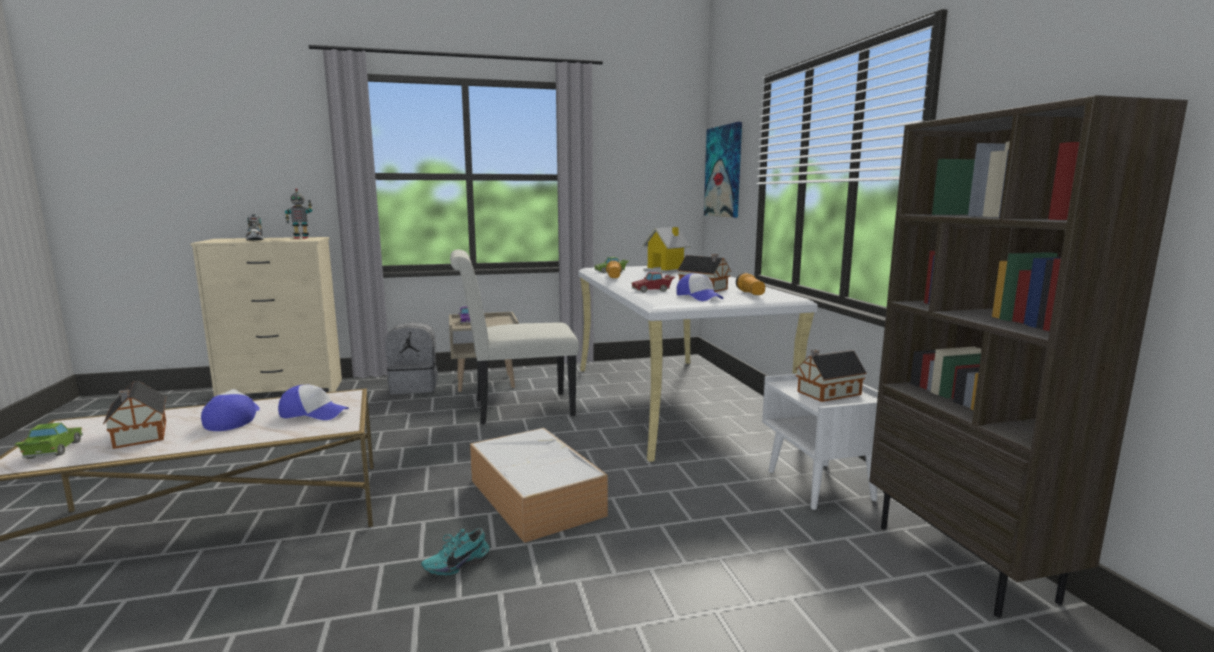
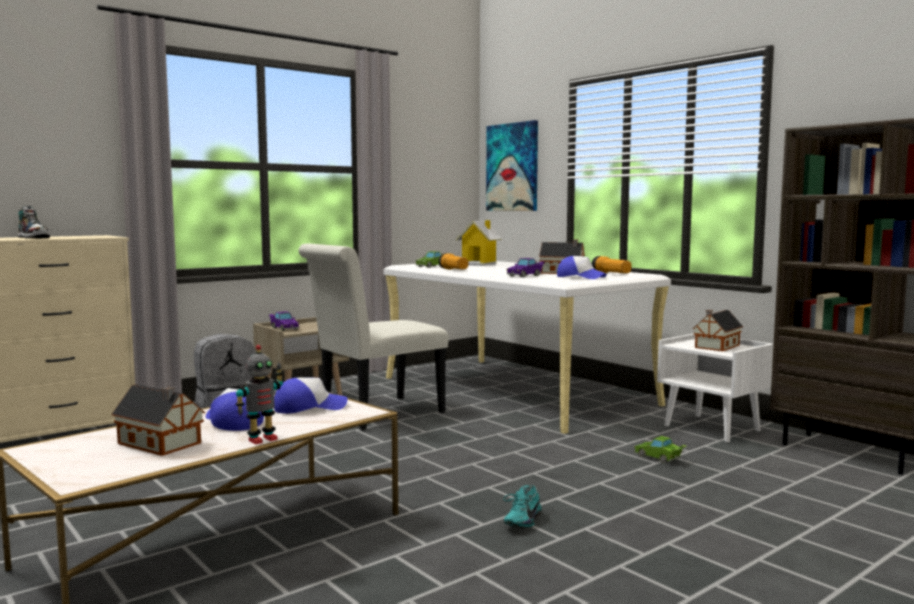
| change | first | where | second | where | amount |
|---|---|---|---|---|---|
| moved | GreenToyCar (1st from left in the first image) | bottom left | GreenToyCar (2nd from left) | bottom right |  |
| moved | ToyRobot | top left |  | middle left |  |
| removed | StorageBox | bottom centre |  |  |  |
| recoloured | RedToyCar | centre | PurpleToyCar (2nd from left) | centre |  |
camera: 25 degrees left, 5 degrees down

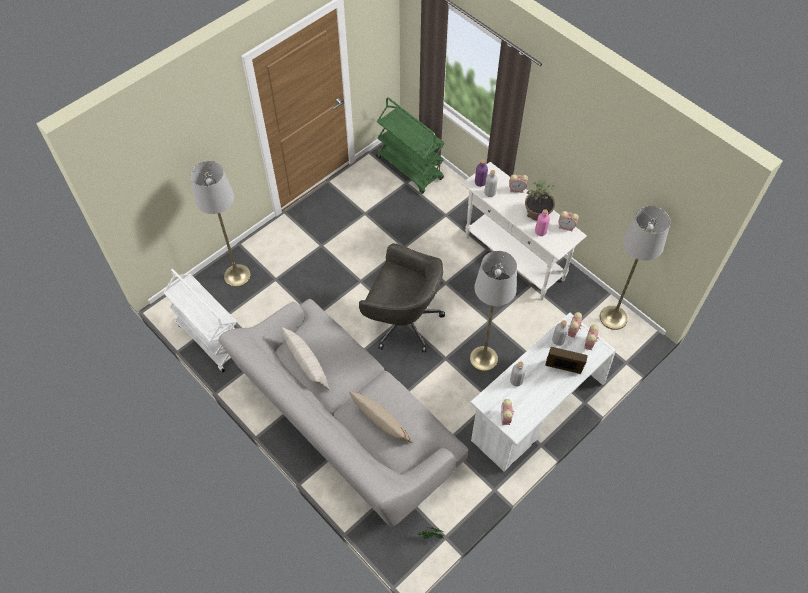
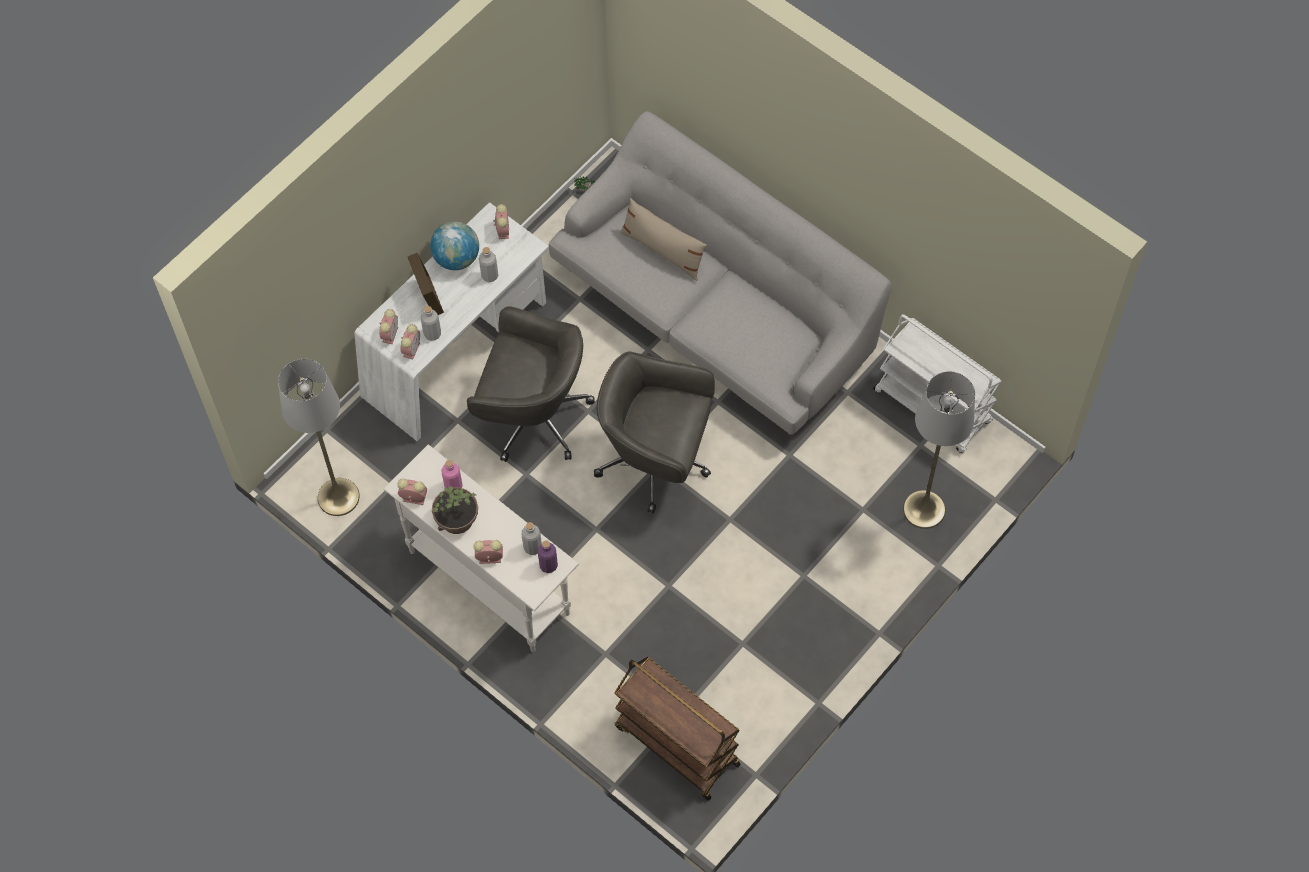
| change | first | where | second | where | amount |
|---|---|---|---|---|---|
| removed | BeigePillow (1st from left) | centre |  |  |  |
| recoloured | GreenCart | top centre | BrownCart | bottom centre |  |
| replaced | GreyFloorLamp (2nd from left) | centre | GreyOfficeChair (1st from left) | centre |  |
| turned | PictureFrame | middle right |  | top left | 120 degrees counterclockwise |
| added |  |  | Globe | top centre |  |
camera: 175 degrees right, 5 degrees up

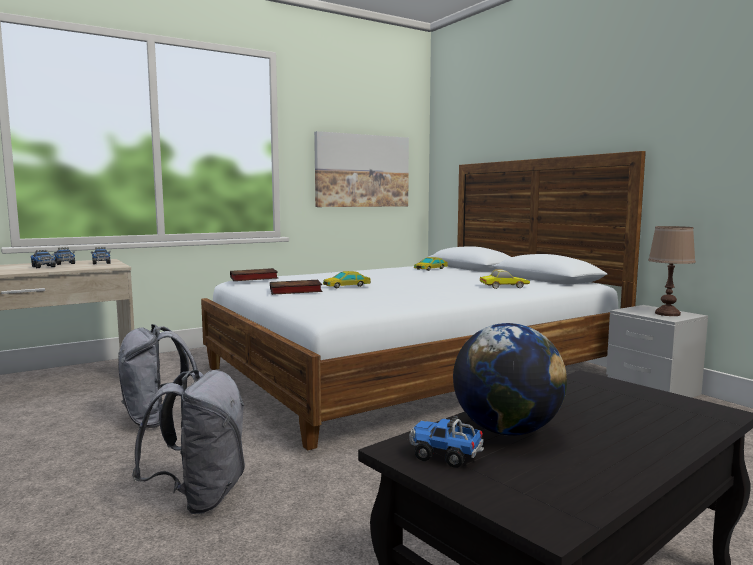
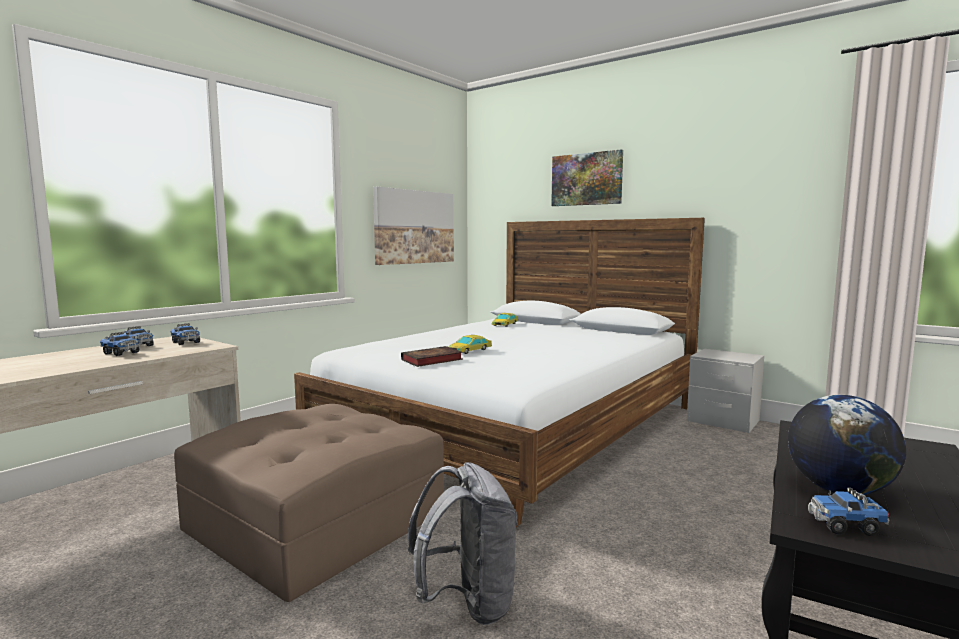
| change | first | where | second | where | amount |
|---|---|---|---|---|---|
| replaced | GreyBackpack (1st from left) | middle left | BrownOttoman | bottom left |  |
| removed | Book (1st from left) | centre |  |  |  |
| removed | ToyCar (3rd from left) | middle right |  |  |  |
| removed | BrownTableLamp | middle right |  |  |  |
| added |  |  | Picture (2nd from left) | top centre |  |
camera: 20 degrees left, 0 degrees up

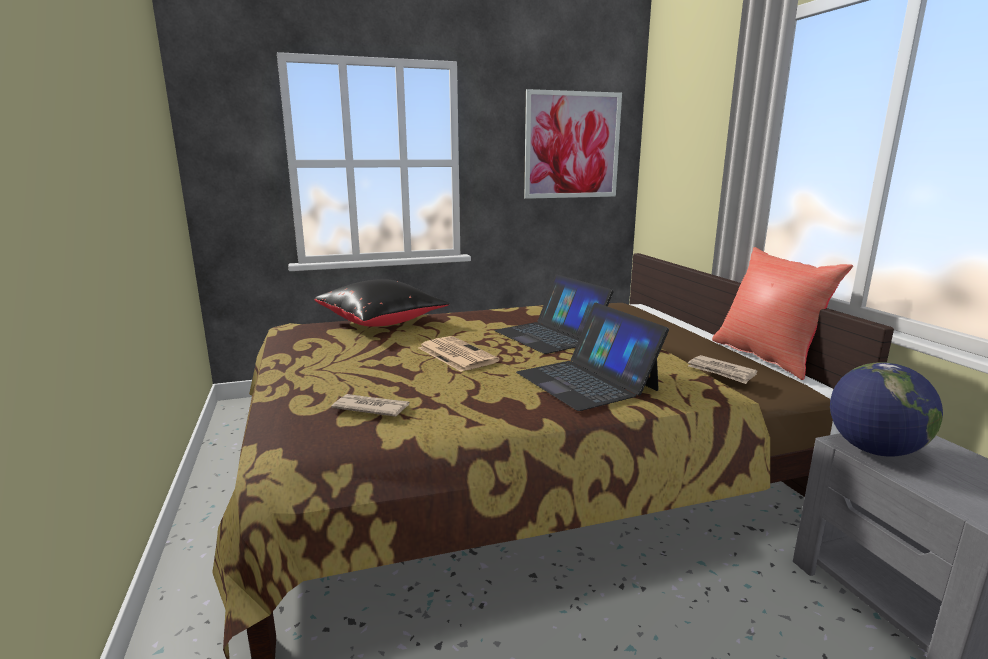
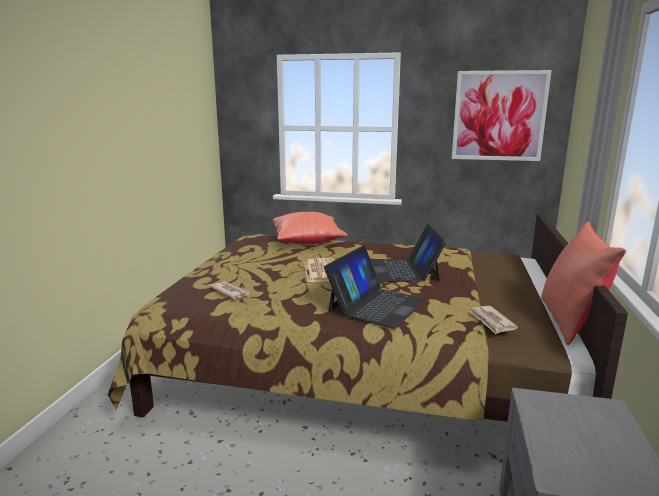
| change | first | where | second | where | amount |
|---|---|---|---|---|---|
| recoloured | BlackPillow | centre | RedPillow (1st from left) | centre |  |
| turned | Laptop (2nd from left in the first image) | centre | Laptop (1st from left) | centre | 150 degrees counterclockwise |
| removed | Globe | middle right |  |  |  |
camera: 30 degrees right, 0 degrees up

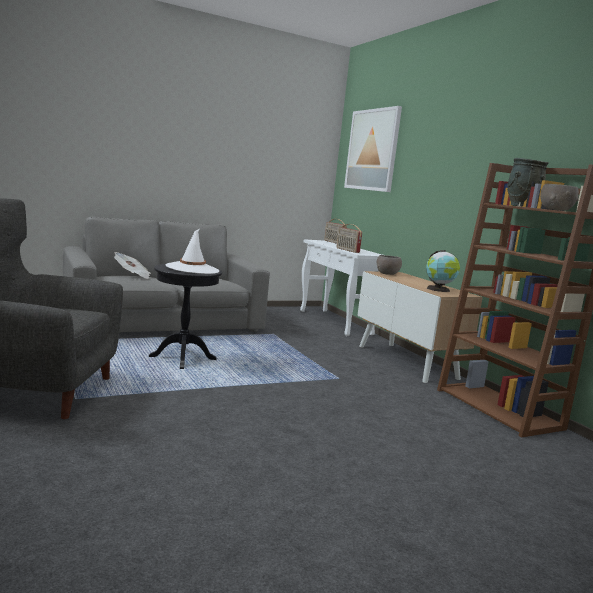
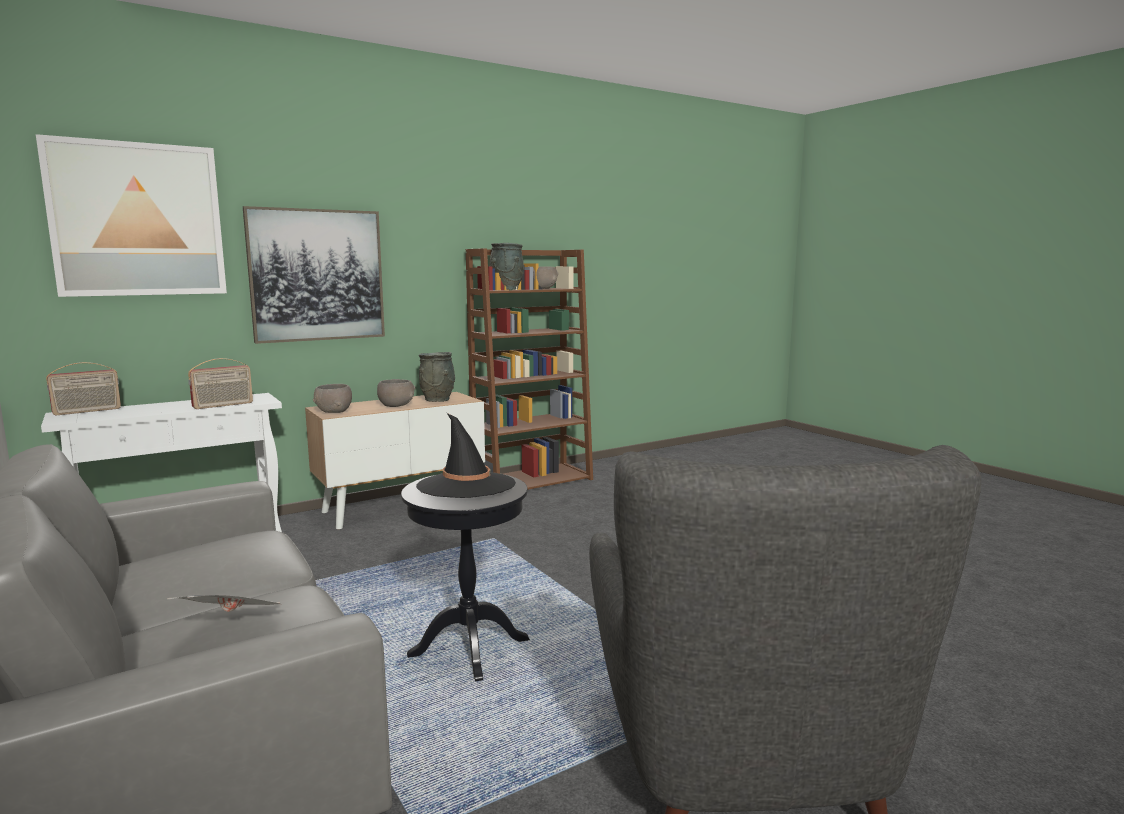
| change | first | where | second | where | amount |
|---|---|---|---|---|---|
| recoloured | WhiteHat | middle left | BlackHat | centre |  |
| replaced | Globe | middle right | GreyVase (1st from left) | centre |  |
| added |  |  | Picture (2nd from left) | middle left |  |
| added |  |  | GreyBowl (2nd from left) | centre |  |
camera: 95 degrees left, 0 degrees up

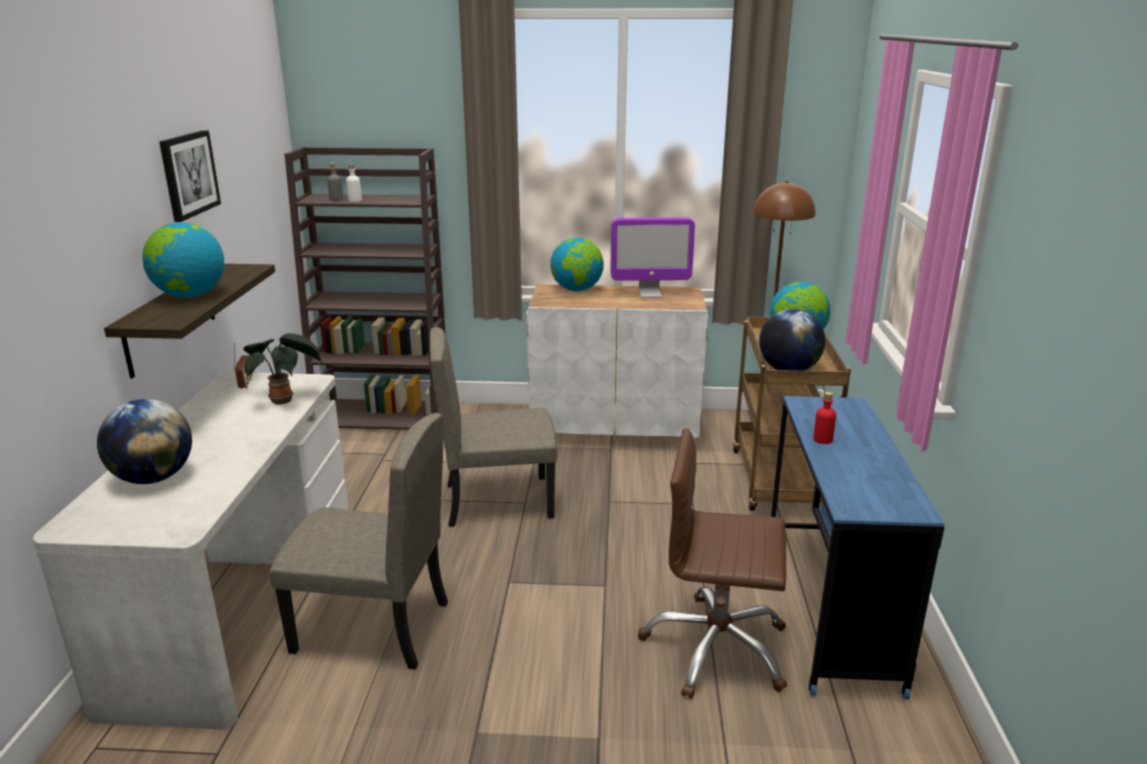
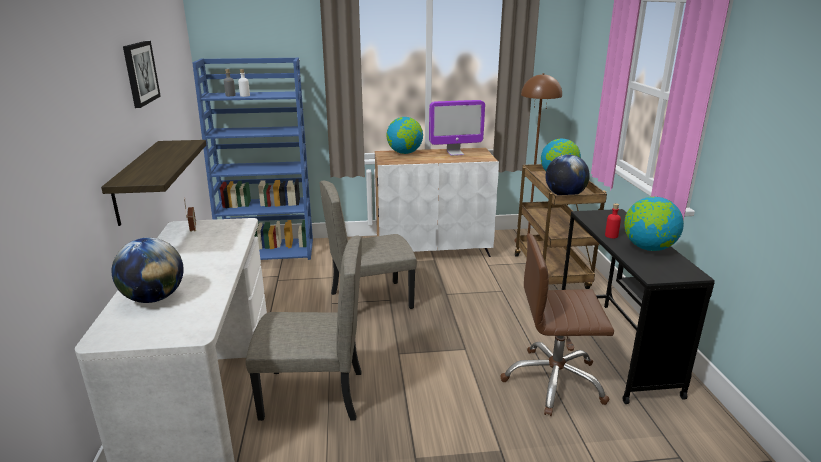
| change | first | where | second | where | amount |
|---|---|---|---|---|---|
| moved | Globe (2nd from left in the first image) | middle left | Globe (5th from left) | middle right |  |
| removed | PottedPlant | middle left |  |  |  |
| recoloured | BrownBookcase | middle left | BlueBookcase | middle left |  |
| recoloured | BlueDesk | bottom right | BlackDesk | middle right |  |
camera: 10 degrees left, 0 degrees up

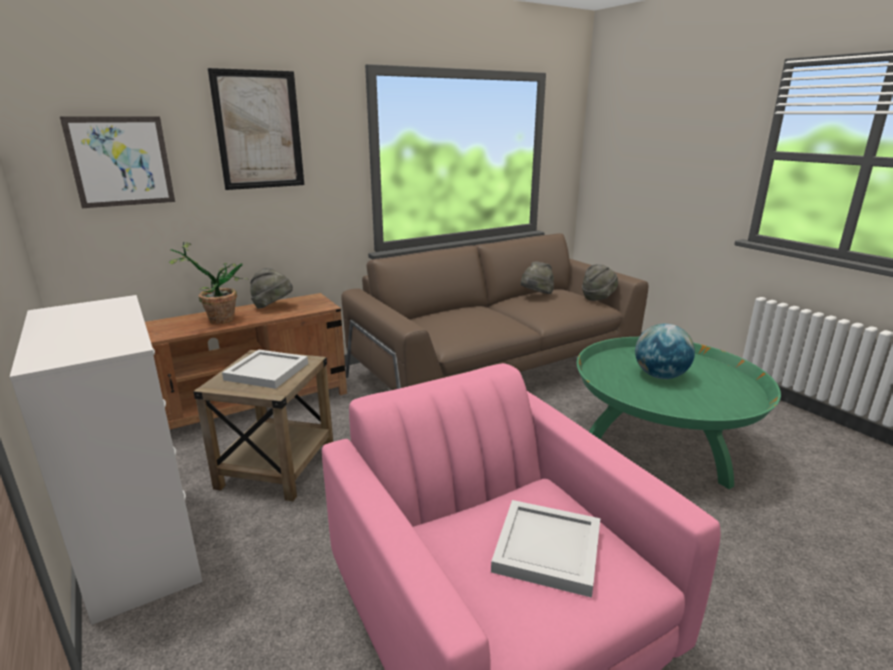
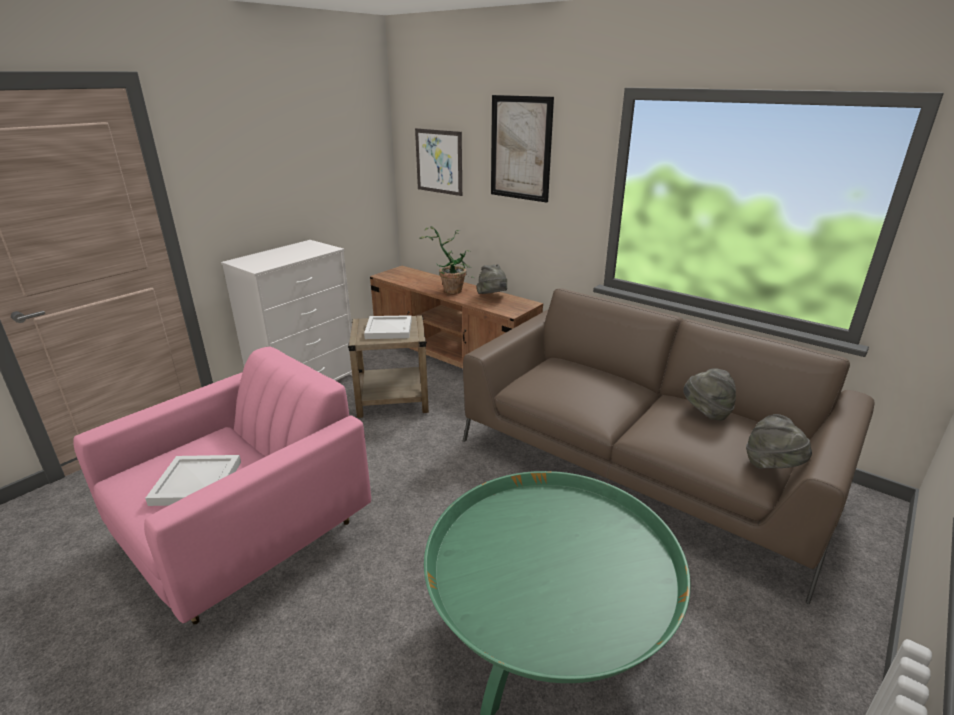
| change | first | where | second | where | amount |
|---|---|---|---|---|---|
| removed | Globe | middle right |  |  |  |
camera: 70 degrees right, 5 degrees up

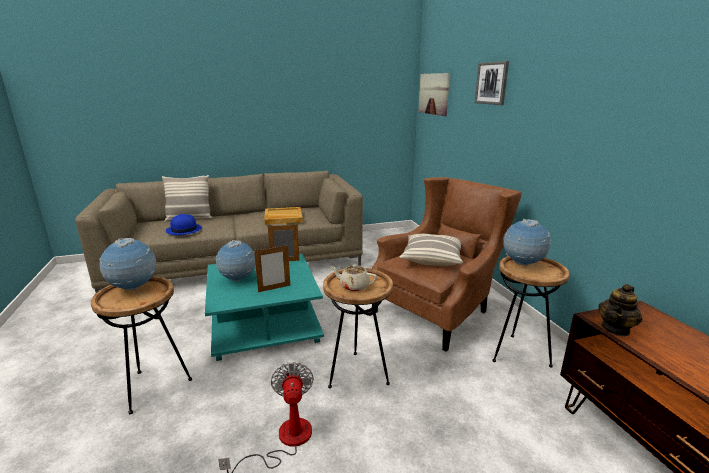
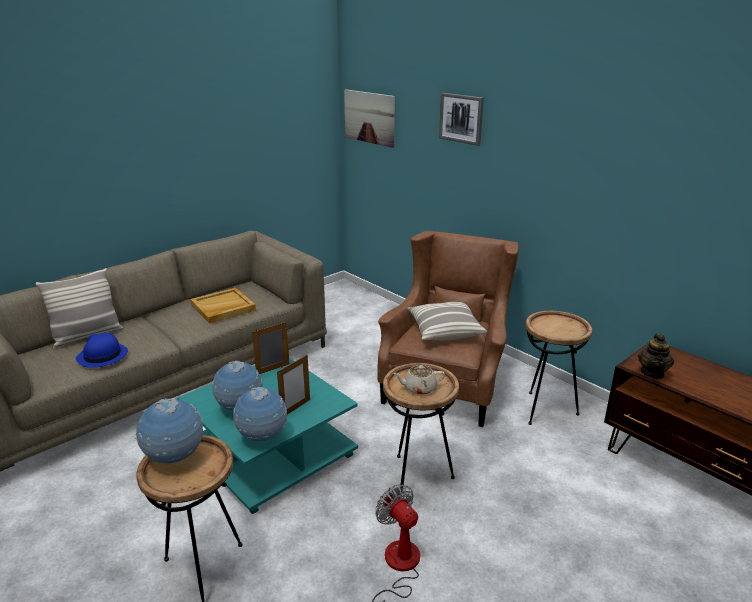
| change | first | where | second | where | amount |
|---|---|---|---|---|---|
| moved | Globe (3rd from left) | middle right |  | bottom centre |  |
camera: 25 degrees left, 5 degrees up

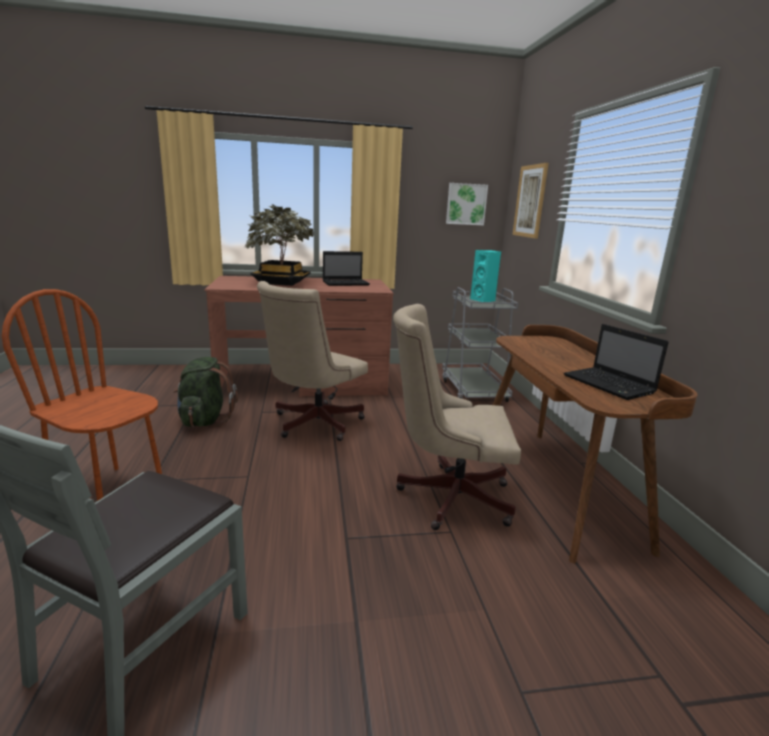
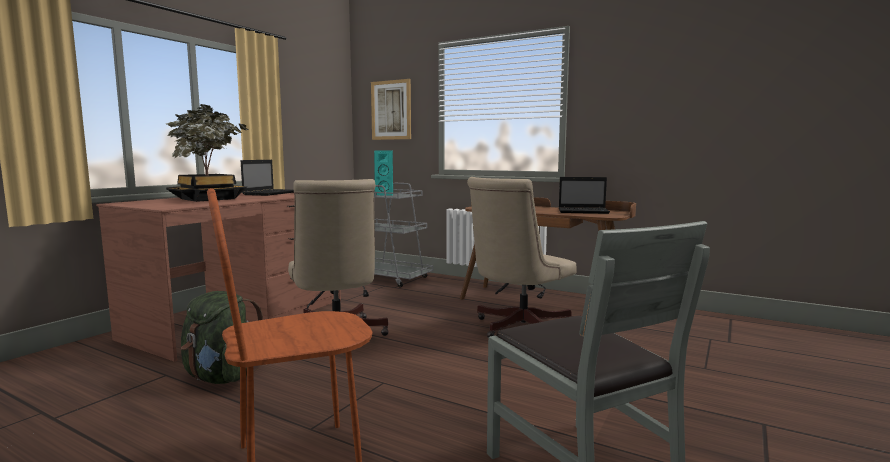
| change | first | where | second | where | amount |
|---|---|---|---|---|---|
| removed | Picture (1st from left) | top centre |  |  |  |
camera: 50 degrees left, 10 degrees down

